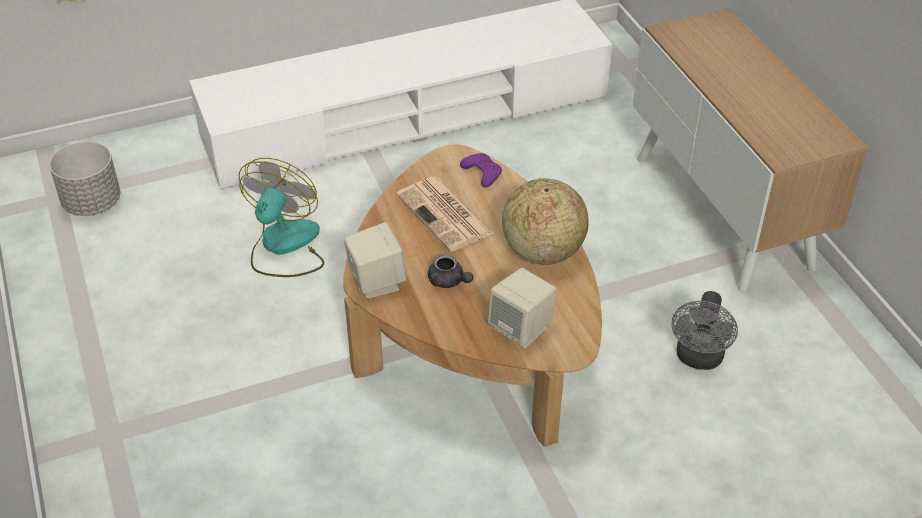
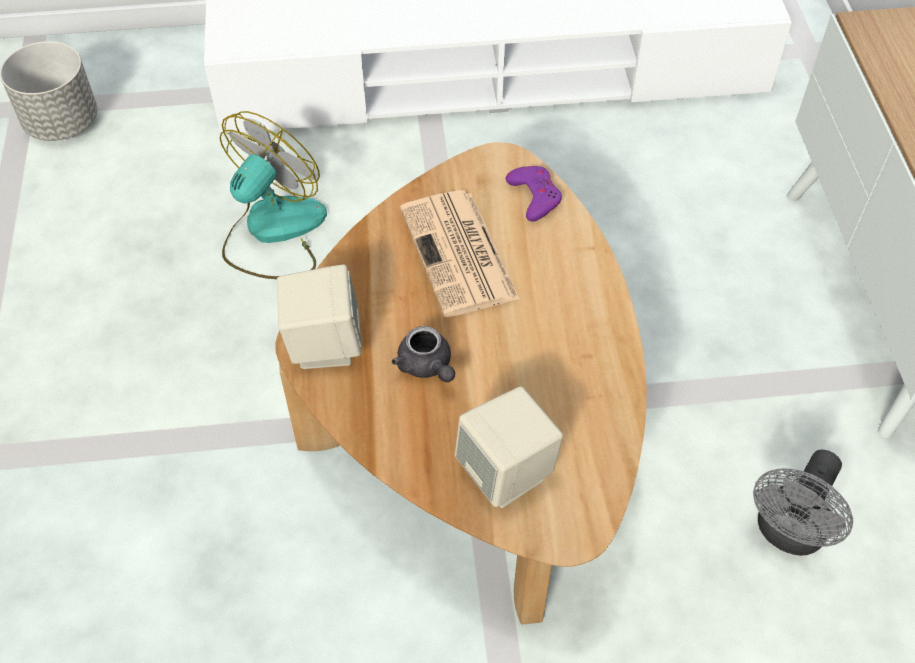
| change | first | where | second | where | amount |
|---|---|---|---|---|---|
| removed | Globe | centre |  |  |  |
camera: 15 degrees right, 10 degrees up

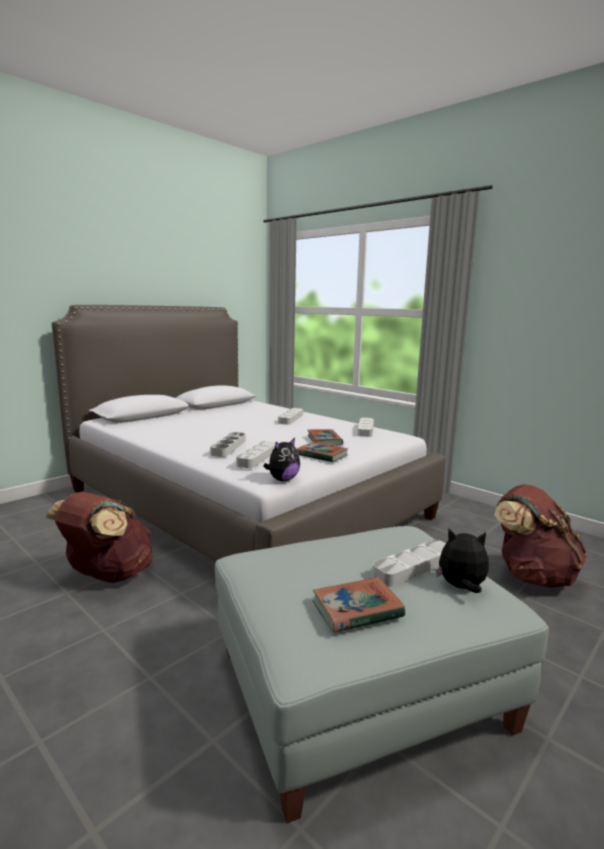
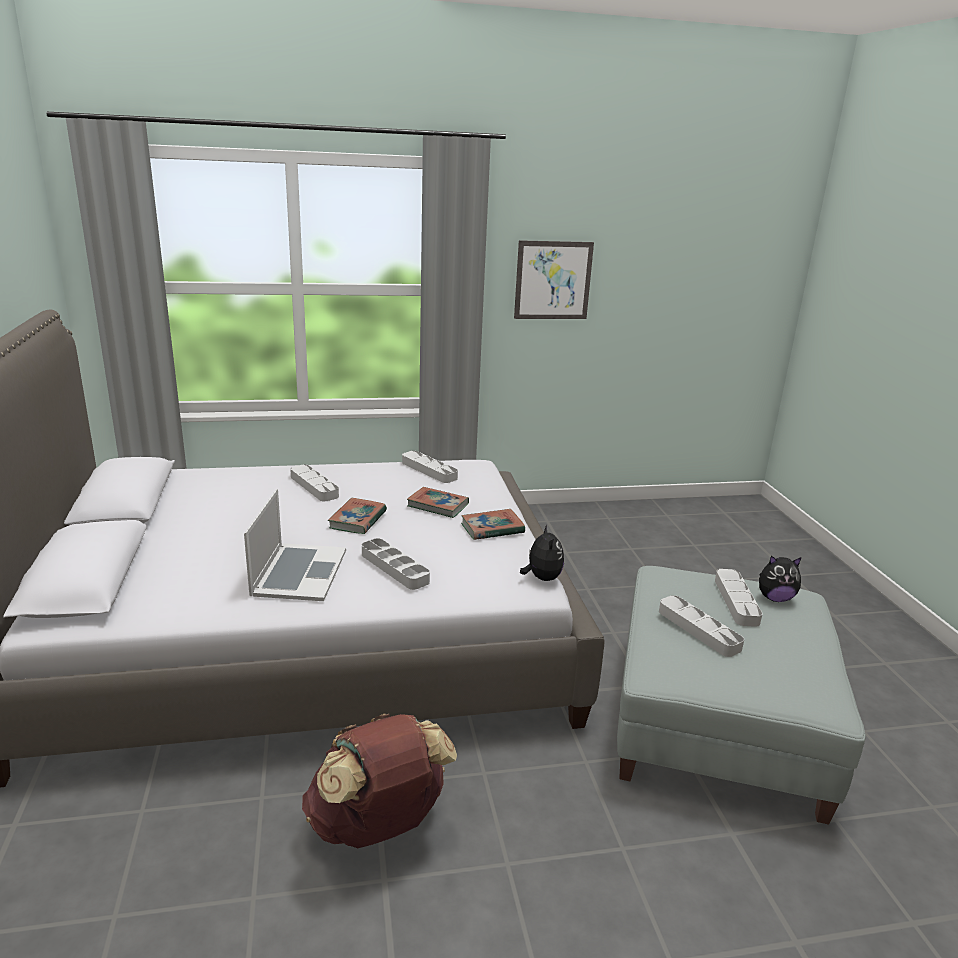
| change | first | where | second | where | amount |
|---|---|---|---|---|---|
| moved | GreyTray (2nd from left in the first image) | centre | GreyTray (4th from left) | middle right |  |
| moved | Book (3rd from left in the first image) | bottom centre | Book (1st from left) | centre |  |
| turned | PlushToy (2nd from left) | middle right |  | middle right | 135 degrees counterclockwise |
| removed | BrownBackpack (2nd from left) | middle right |  |  |  |
| added |  |  | Laptop | middle left |  |
| added |  |  | Picture | top centre |  |
camera: 55 degrees left, 10 degrees up

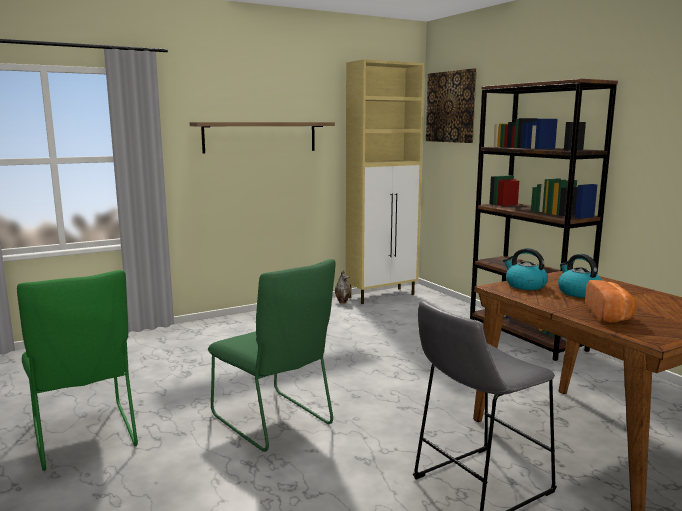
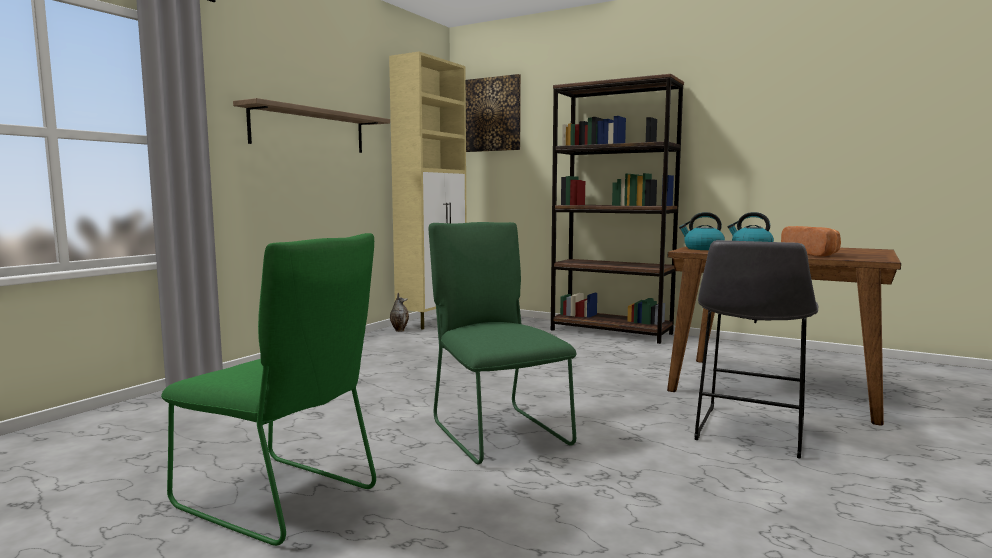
| change | first | where | second | where | amount |
|---|---|---|---|---|---|
| turned | GreenChair (2nd from left) | bottom centre |  | centre | 135 degrees counterclockwise |
camera: 30 degrees left, 5 degrees down

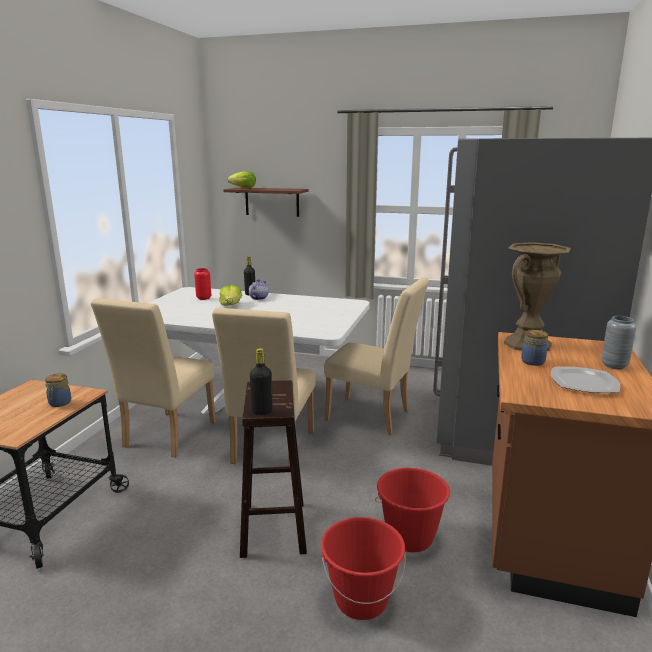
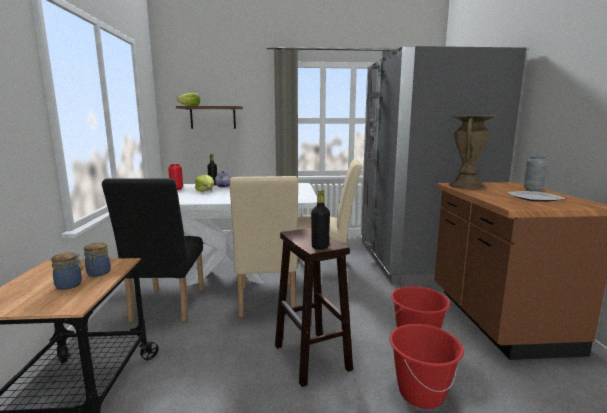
| change | first | where | second | where | amount |
|---|---|---|---|---|---|
| recoloured | BeigeChair (1st from left) | middle left | BlackChair | middle left |  |
| moved | Jar (2nd from left in the first image) | middle right | Jar (1st from left) | middle left |  |
camera: 20 degrees left, 5 degrees down

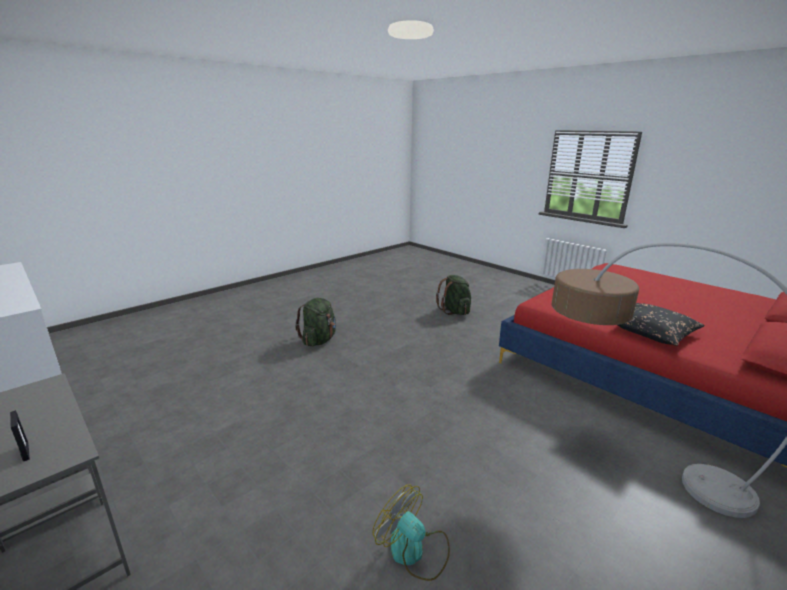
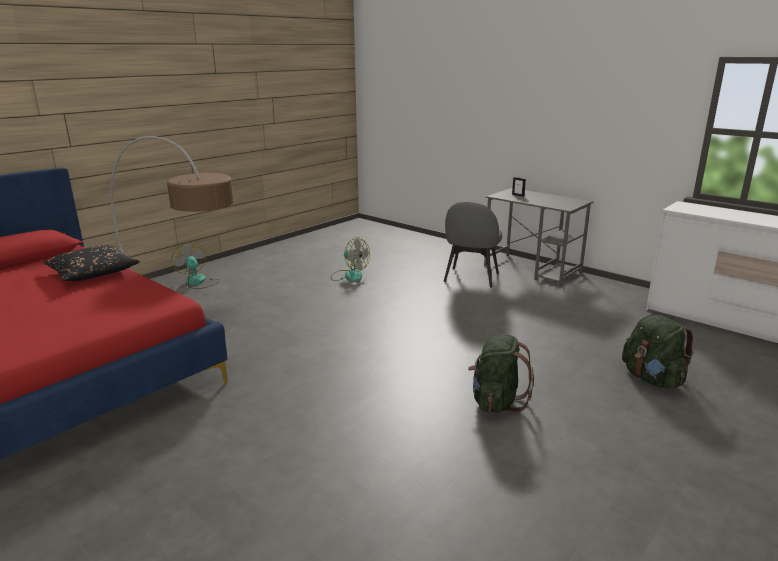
| change | first | where | second | where | amount |
|---|---|---|---|---|---|
| moved | GreenBackpack (2nd from left) | centre |  | middle right |  |
| added |  |  | Fan (1st from left) | middle left |  |
| added |  |  | GreyChair | centre |  |
camera: 175 degrees right, 0 degrees up

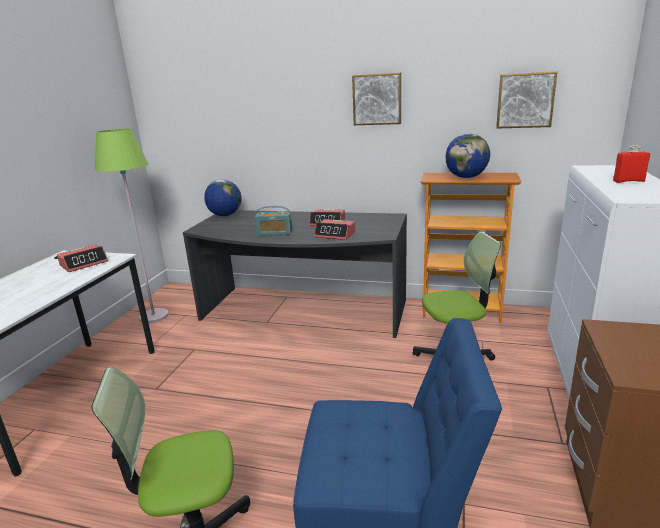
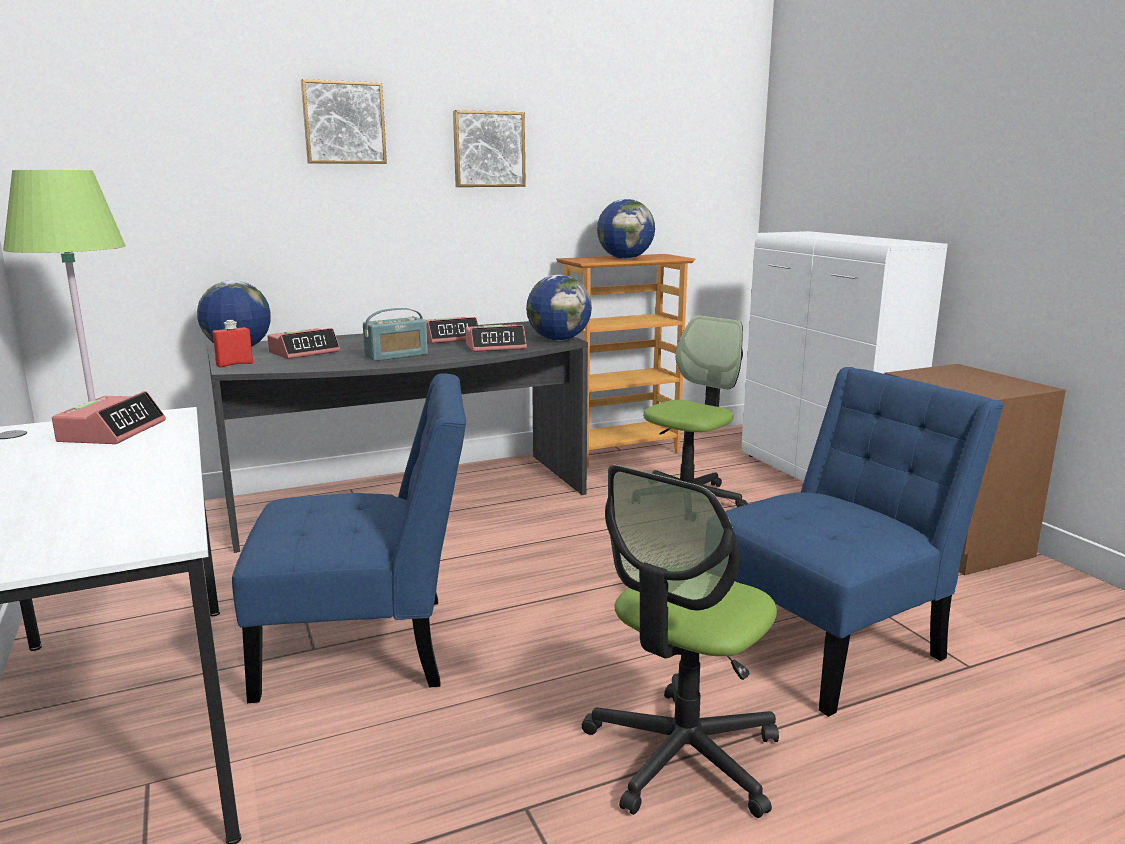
| change | first | where | second | where | amount |
|---|---|---|---|---|---|
| moved | Picture (2nd from left in the first image) | top right | Picture (1st from left) | top left |  |
| moved | RedBottle | top right |  | middle left |  |
| added |  |  | BlueChair (1st from left) | middle left |  |
| added |  |  | AlarmClock (2nd from left) | middle left |  |
| added |  |  | Globe (2nd from left) | centre |  |
camera: 40 degrees left, 5 degrees down

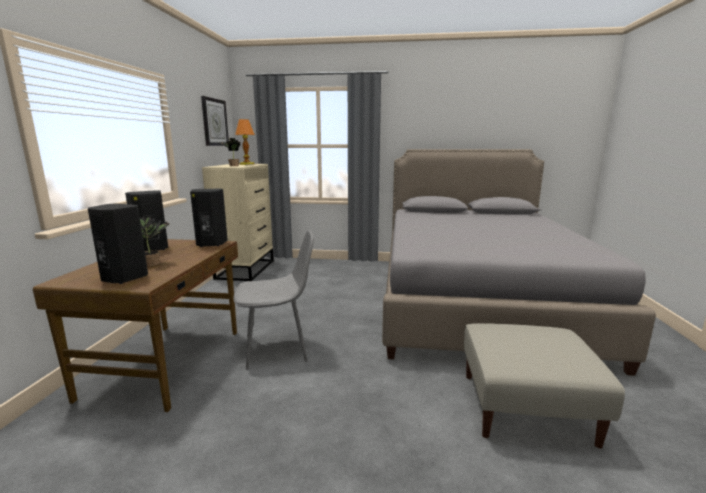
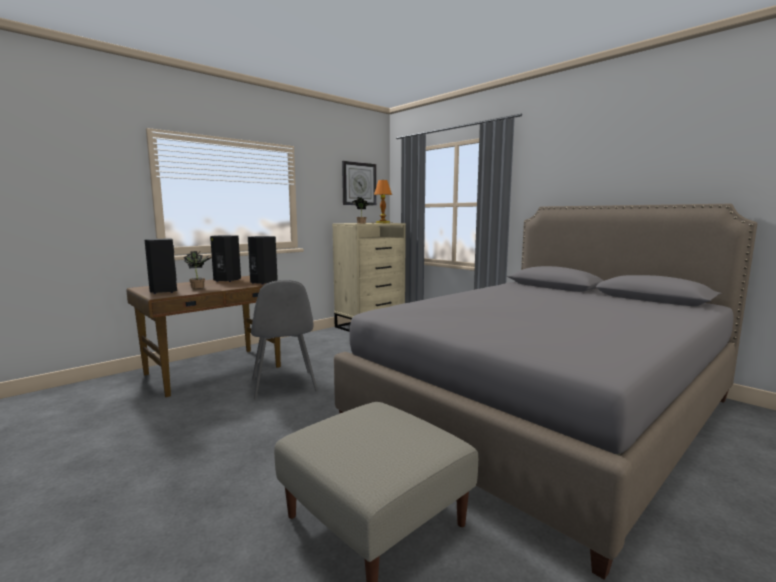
| change | first | where | second | where | amount |
|---|---|---|---|---|---|
| turned | GreyChair | centre |  | centre | 45 degrees clockwise |
camera: 40 degrees right, 5 degrees down

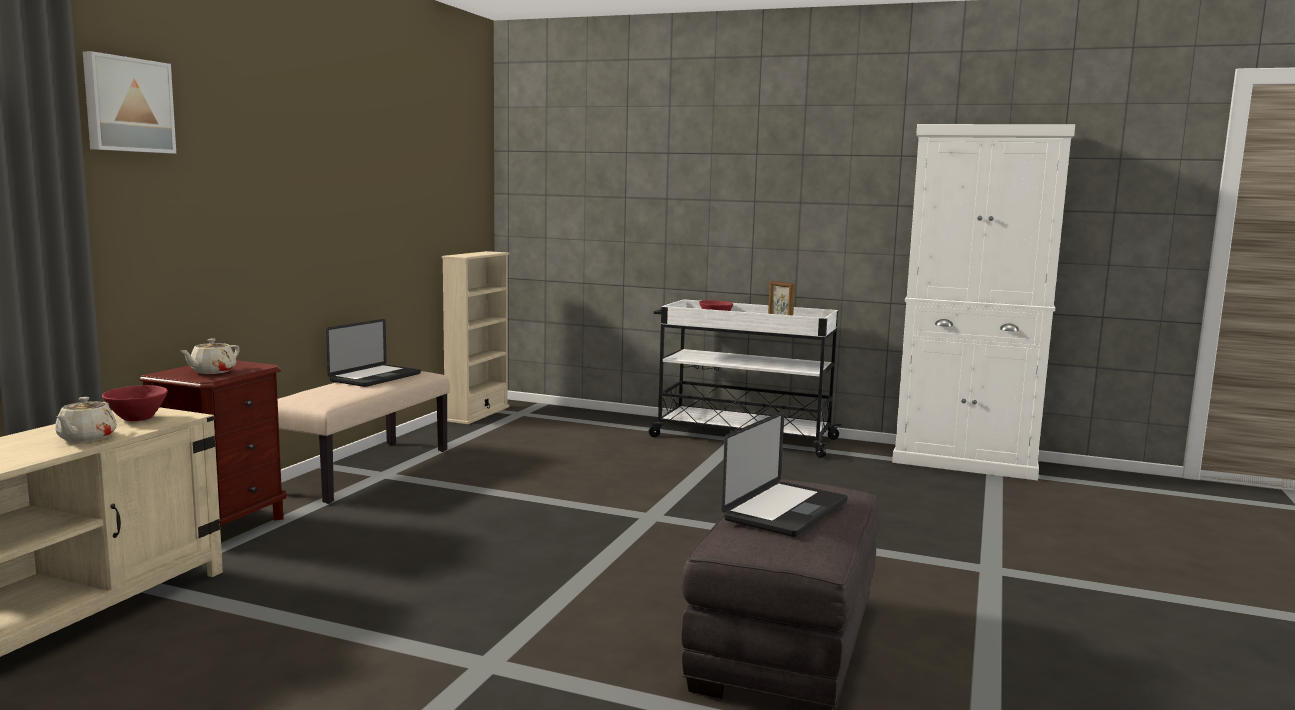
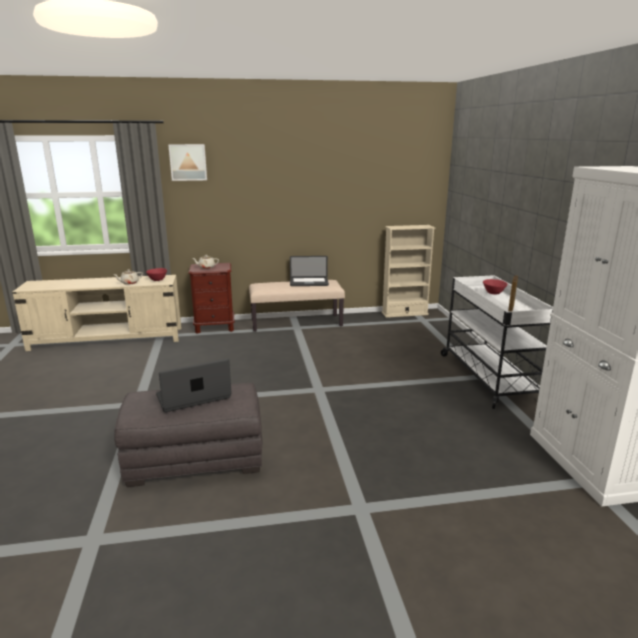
| change | first | where | second | where | amount |
|---|---|---|---|---|---|
| turned | Laptop (2nd from left in the first image) | bottom centre | Laptop (1st from left) | middle left | 150 degrees clockwise |
camera: 60 degrees right, 10 degrees up

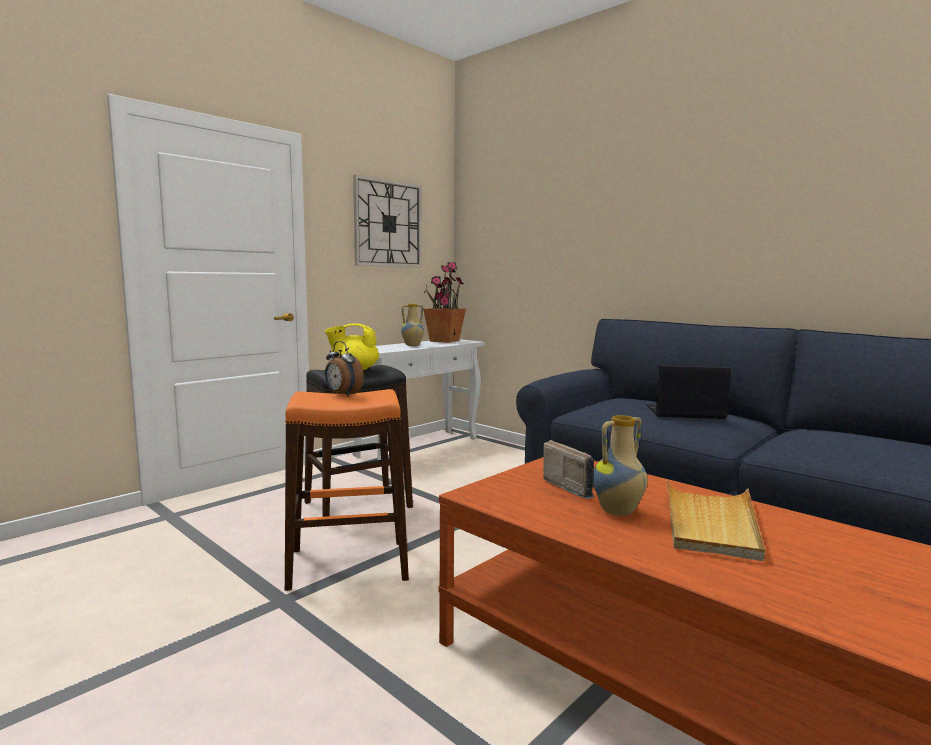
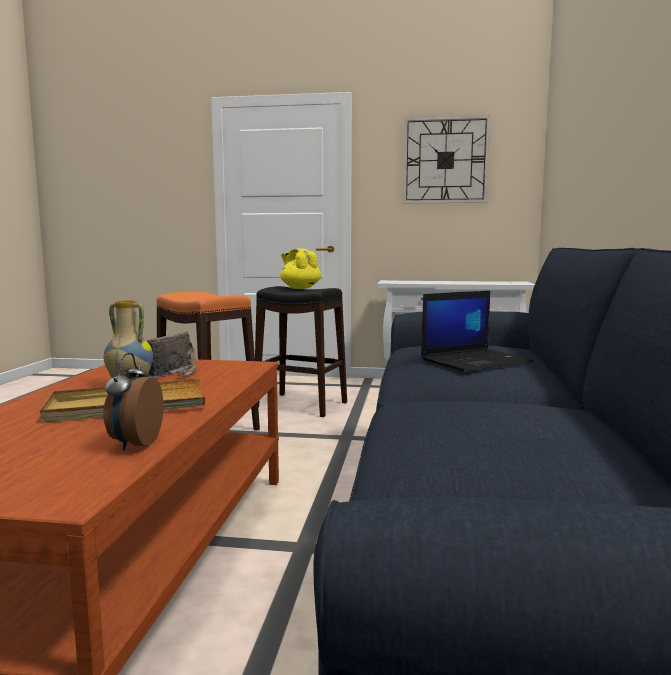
| change | first | where | second | where | amount |
|---|---|---|---|---|---|
| moved | AlarmClock | centre |  | middle left |  |
| removed | Vase (1st from left) | centre |  |  |  |
| removed | PottedPlant | centre |  |  |  |
| turned | Laptop | middle right |  | middle right | 90 degrees clockwise |
camera: 55 degrees right, 0 degrees up

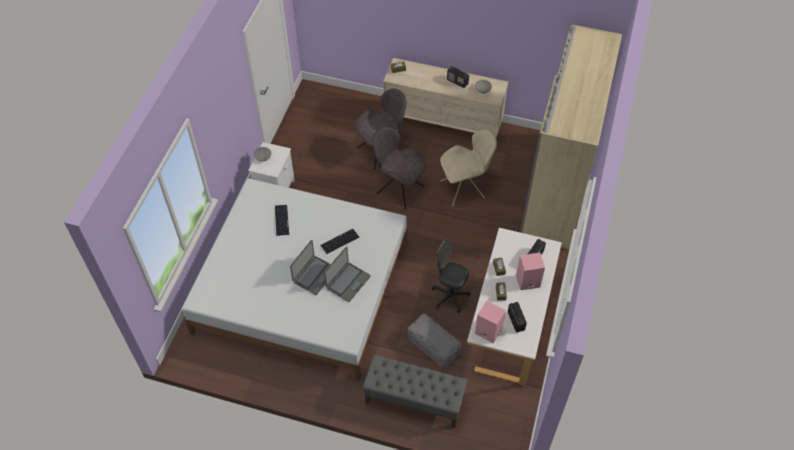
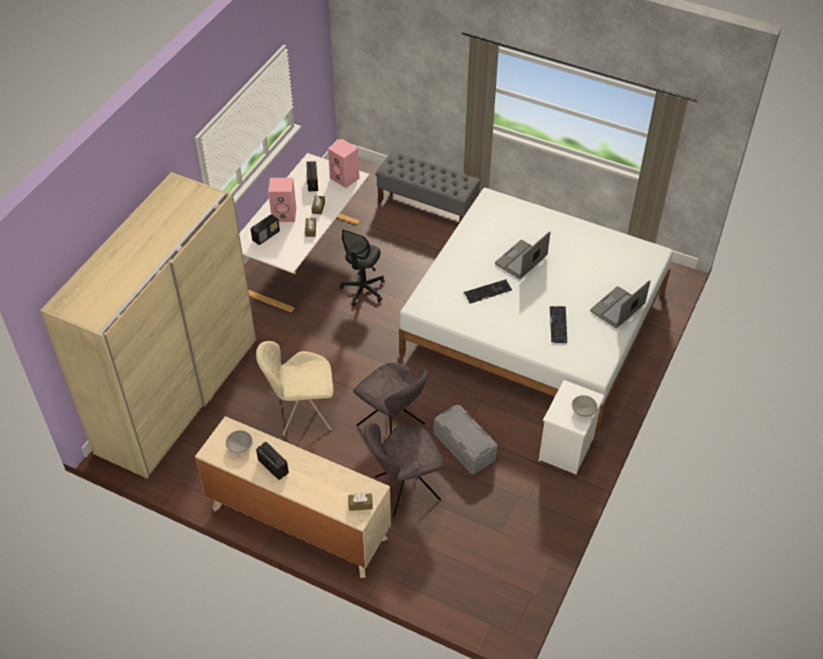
| change | first | where | second | where | amount |
|---|---|---|---|---|---|
| moved | Laptop (2nd from left) | centre |  | middle right |  |
| moved | GreyStorageBox | bottom centre |  | centre |  |
| turned | BlackOfficeChair | centre |  | centre | 75 degrees clockwise |
camera: 170 degrees left, 5 degrees down

